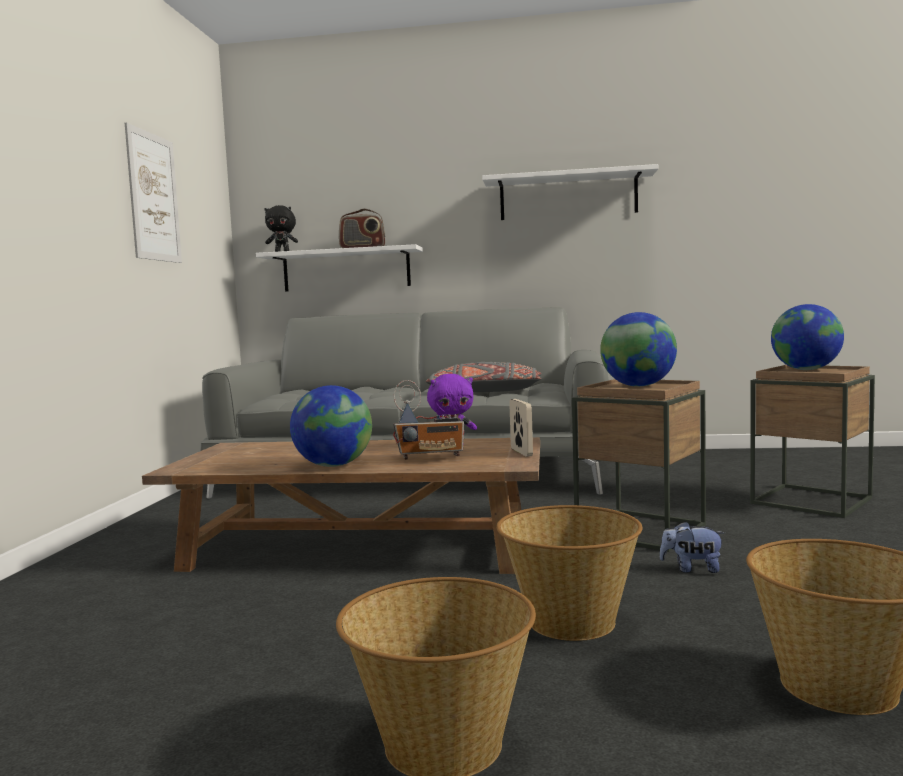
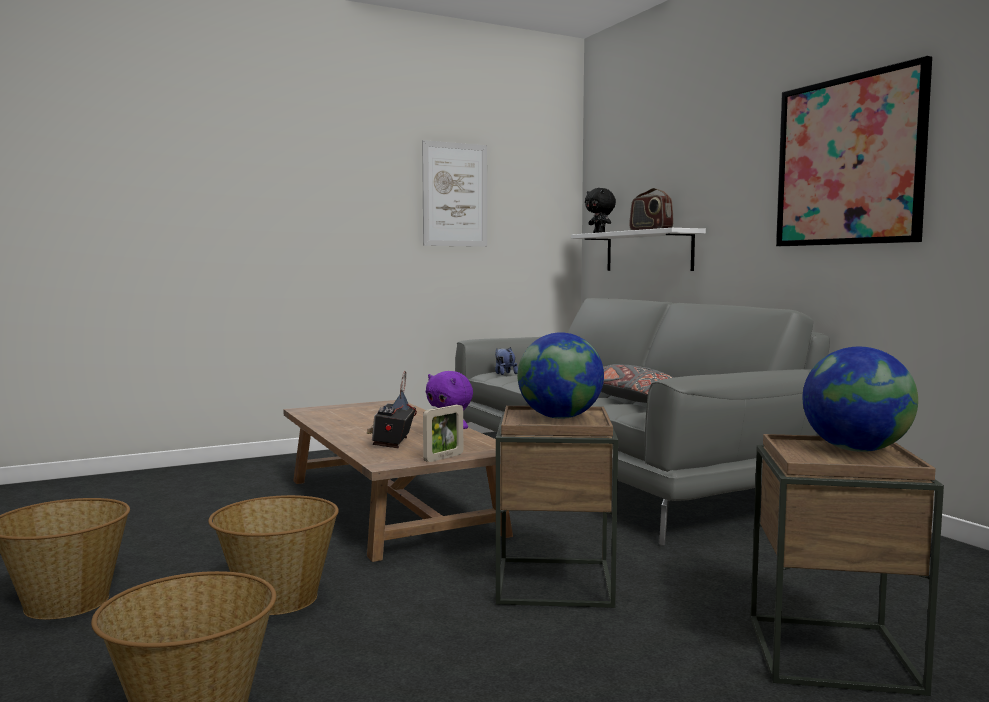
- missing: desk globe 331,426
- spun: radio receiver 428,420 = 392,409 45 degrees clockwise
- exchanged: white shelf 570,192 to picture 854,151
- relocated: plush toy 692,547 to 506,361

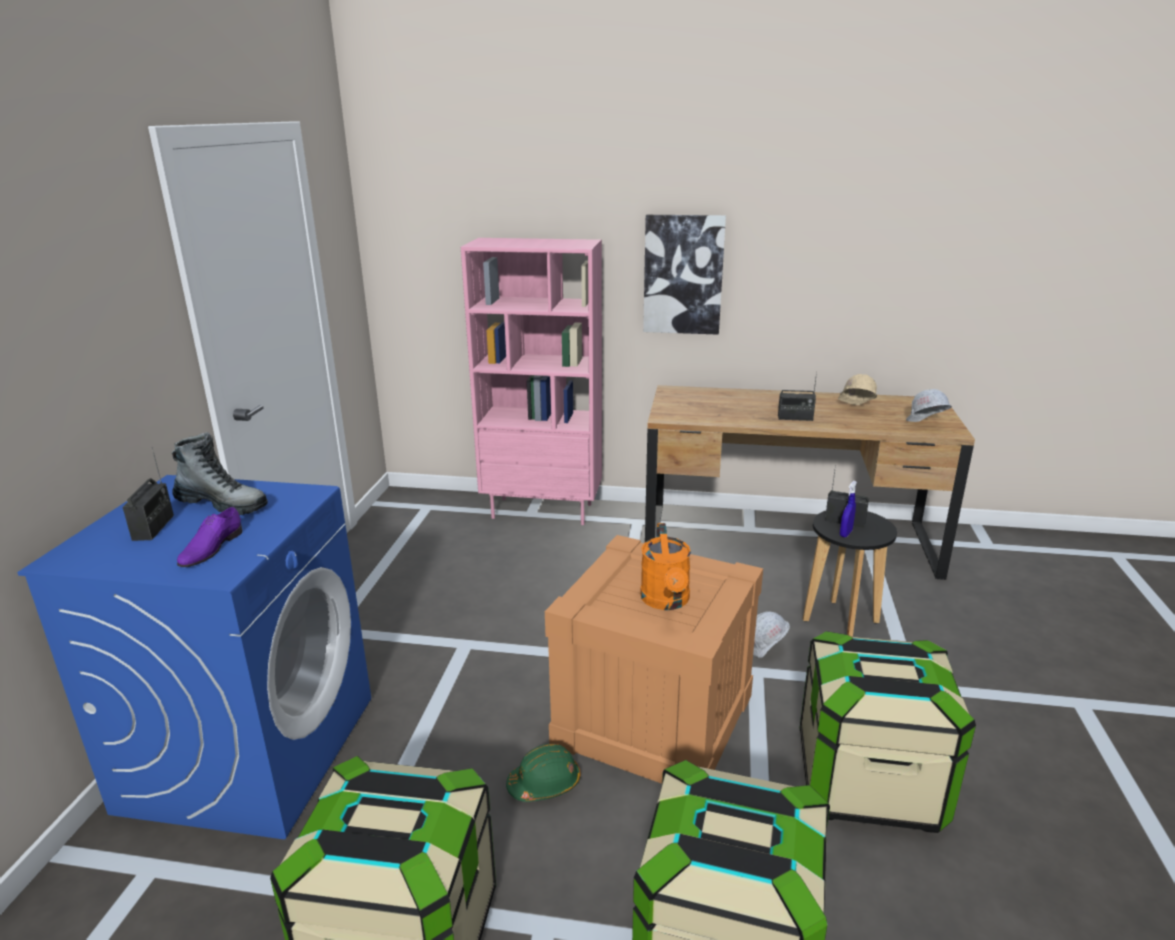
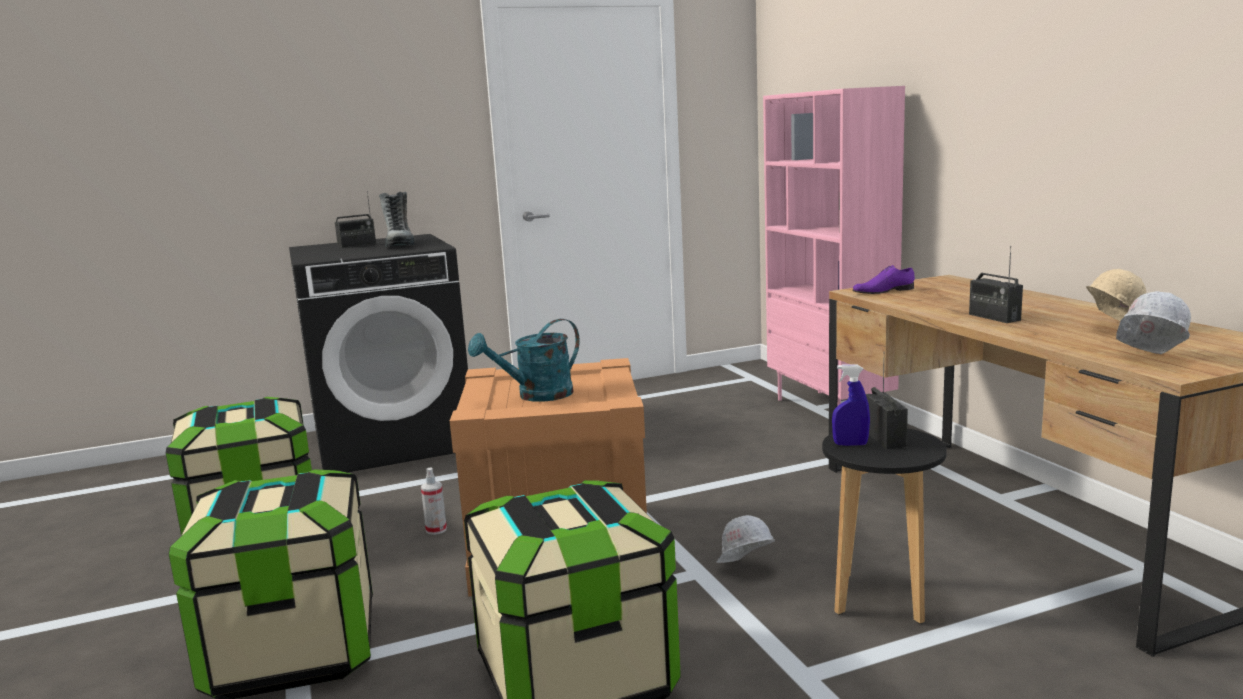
- colour: bluish laundry machine 194,657 to blackish laundry machine 378,353
- relocated: purple-coloured item of footwear 209,537 to 884,279
- exchanged: greenish hard hat 543,773 to spray bottle 434,501
- colour: orange-coloured watering pot 665,566 to turquoise watering pot 524,360
- missing: picture 684,275

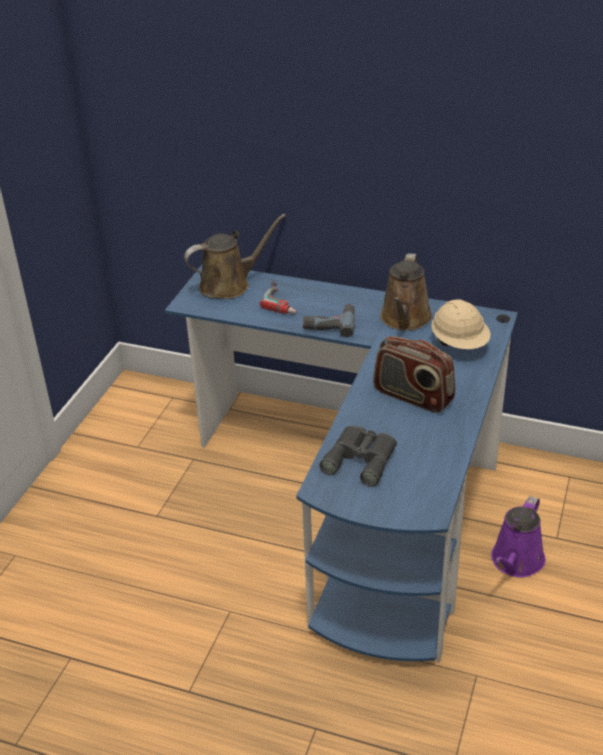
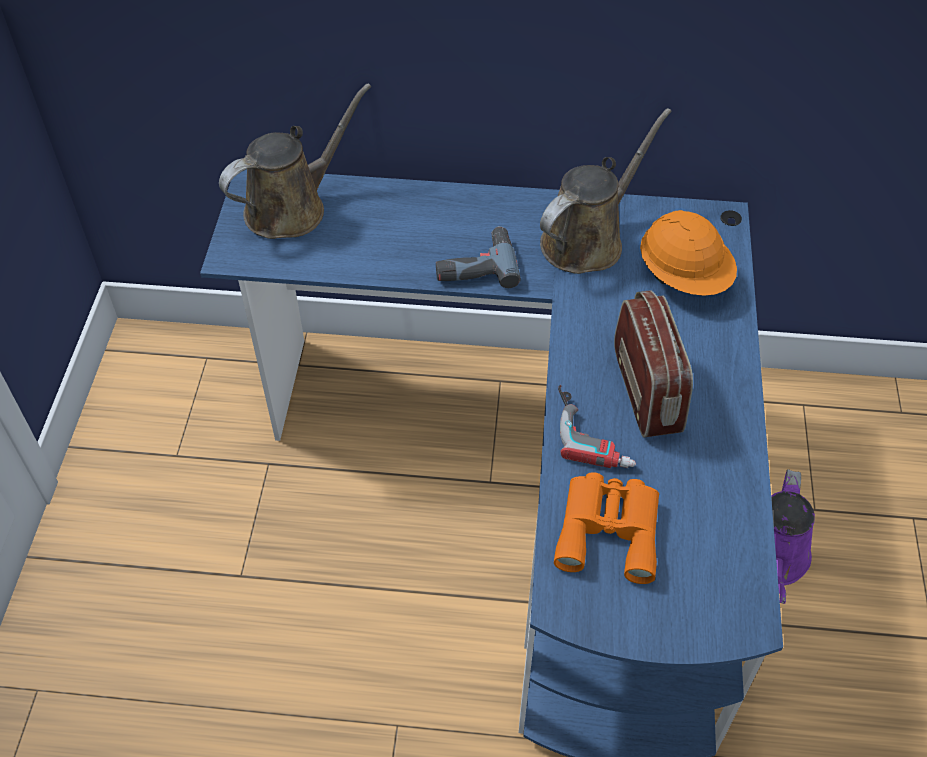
- relocated: drill 278,297 to 597,426
- colour: grey binoculars 358,456 to orange-coloured binoculars 606,528
- spun: radio receiver 414,374 = 653,364 120 degrees counterclockwise
- spun: brown watering pot 406,292 = 606,191 135 degrees counterclockwise
- colour: beige hard hat 461,324 to orange-coloured hard hat 688,253

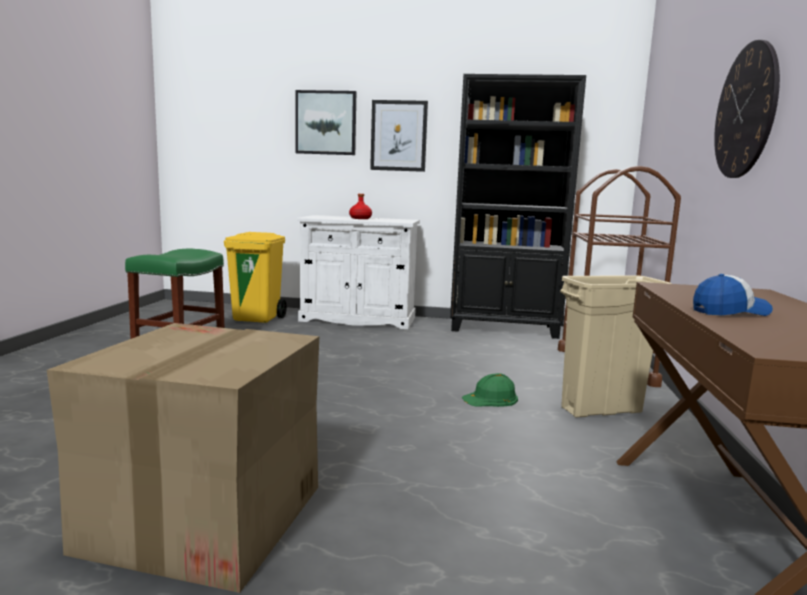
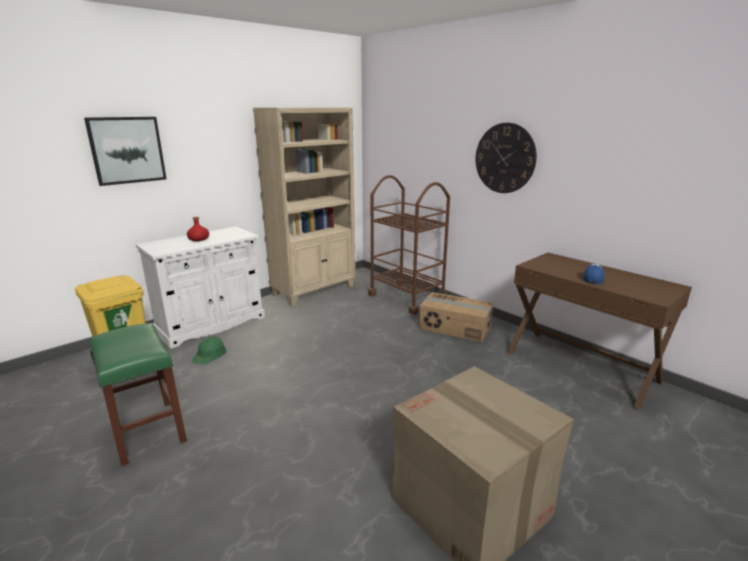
- missing: picture 399,136
- colour: blackish shelving unit 518,206 to beige shelving unit 304,207
- relocated: greenish hard hat 490,390 to 209,350
- exchanged: beige trash can 615,346 to packing box 456,317

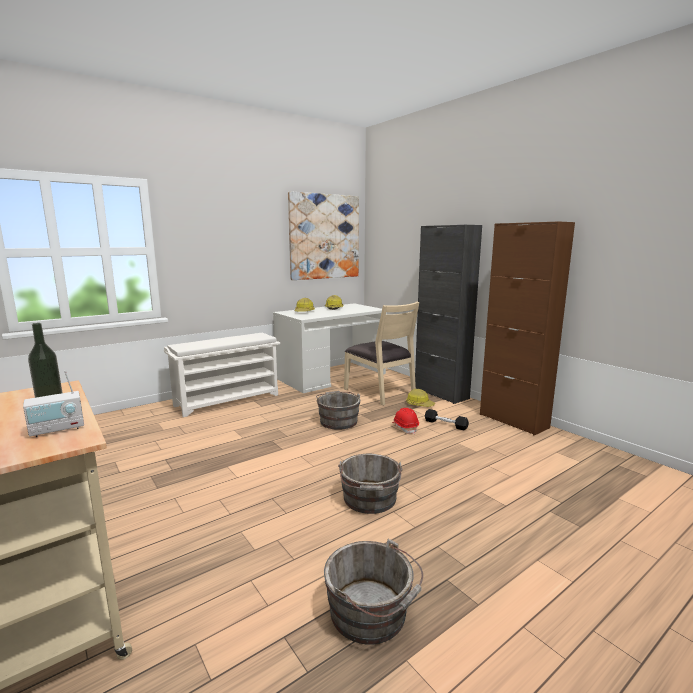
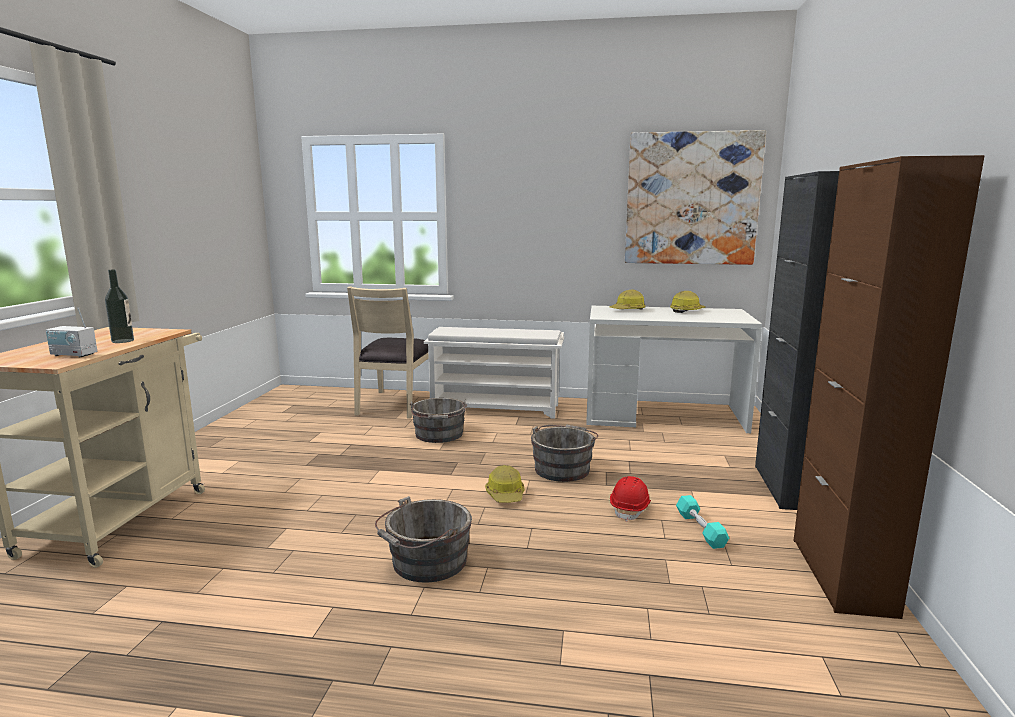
- relocated: grey bucket 373,592 to 438,420
- relocated: beige upright chair 381,354 to 388,352
- relocated: hard hat 420,398 to 504,484
- colour: blackish free weight 447,419 to turquoise free weight 702,522

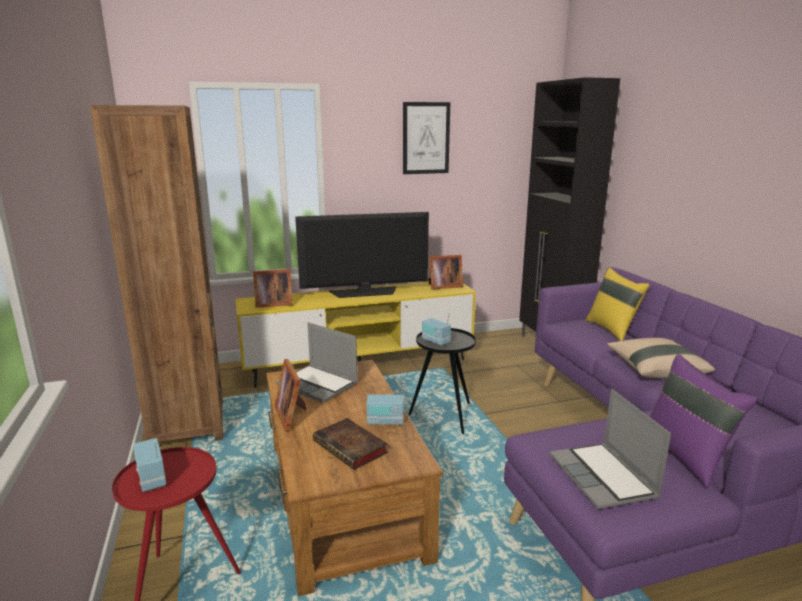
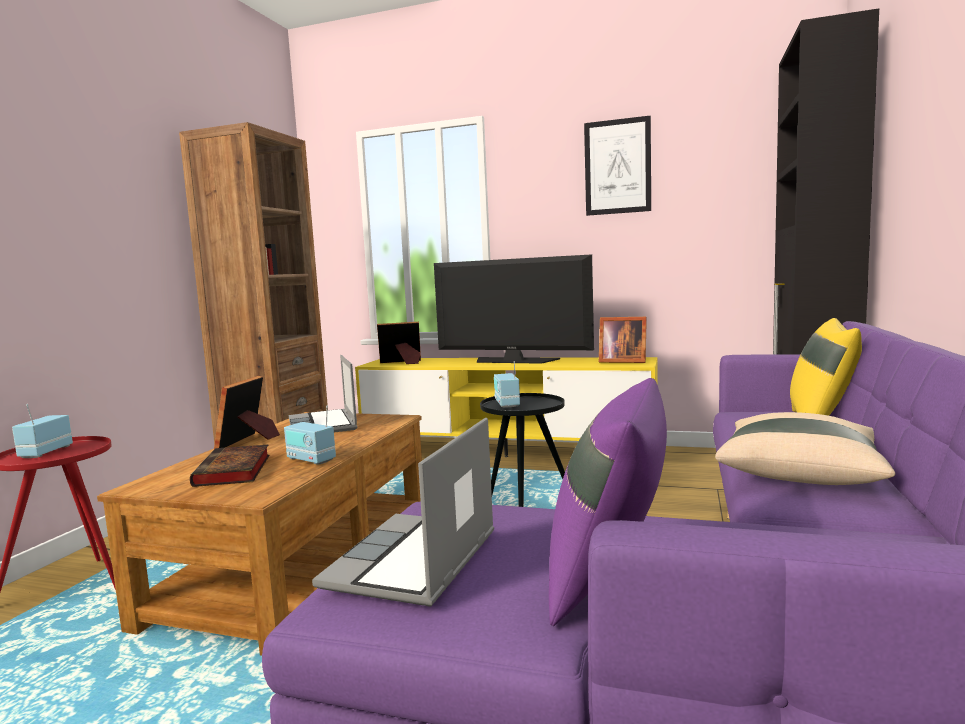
- spun: photo frame 272,288 = 399,343 150 degrees clockwise

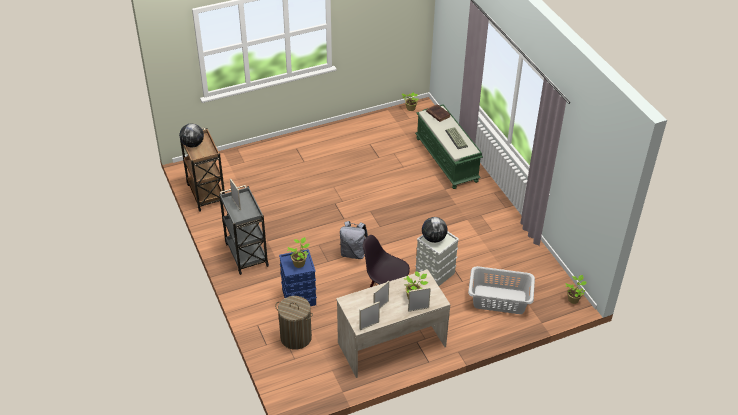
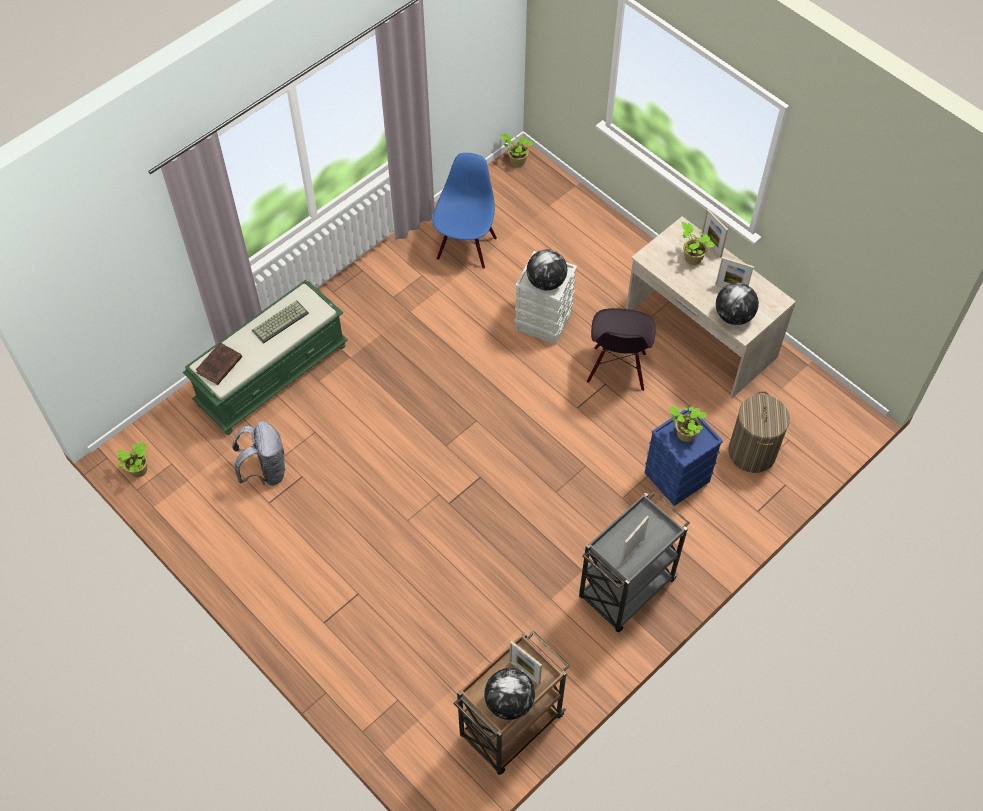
- relocated: grey rucksack 354,240 to 259,453
- relocated: photo frame 370,316 to 525,663
- missing: grey hamper 501,290
- appeared: bluish upright chair 464,211
- appeared: desk globe 737,304

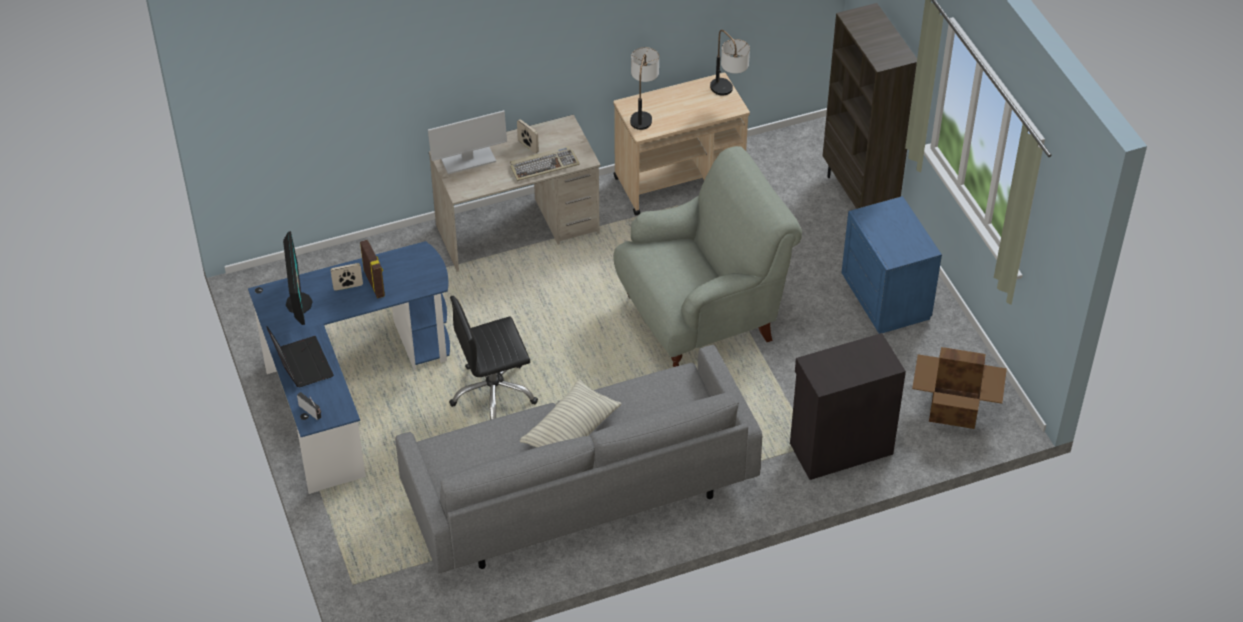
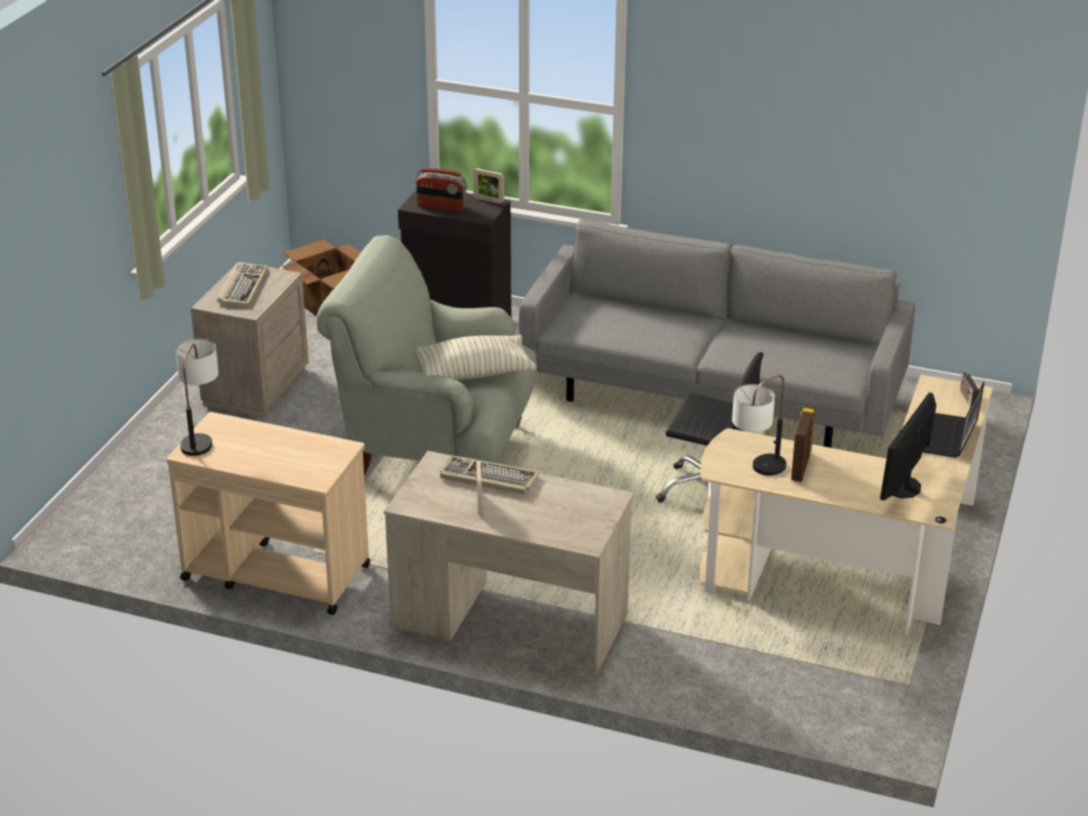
- colour: bluish desk table 349,367 to beige desk table 846,505
- relocated: photo frame 347,277 to 488,186
- missing: computer screen 467,142
- relocated: pillow 570,414 to 476,357
- relocated: tabletop lamp 644,88 to 759,425
- missing: brown shelving unit 870,106
- colour: bluish nightstand 891,265 to beige nightstand 250,339
- appeared: PC keyboard 242,284
- appeared: radio receiver 441,190

